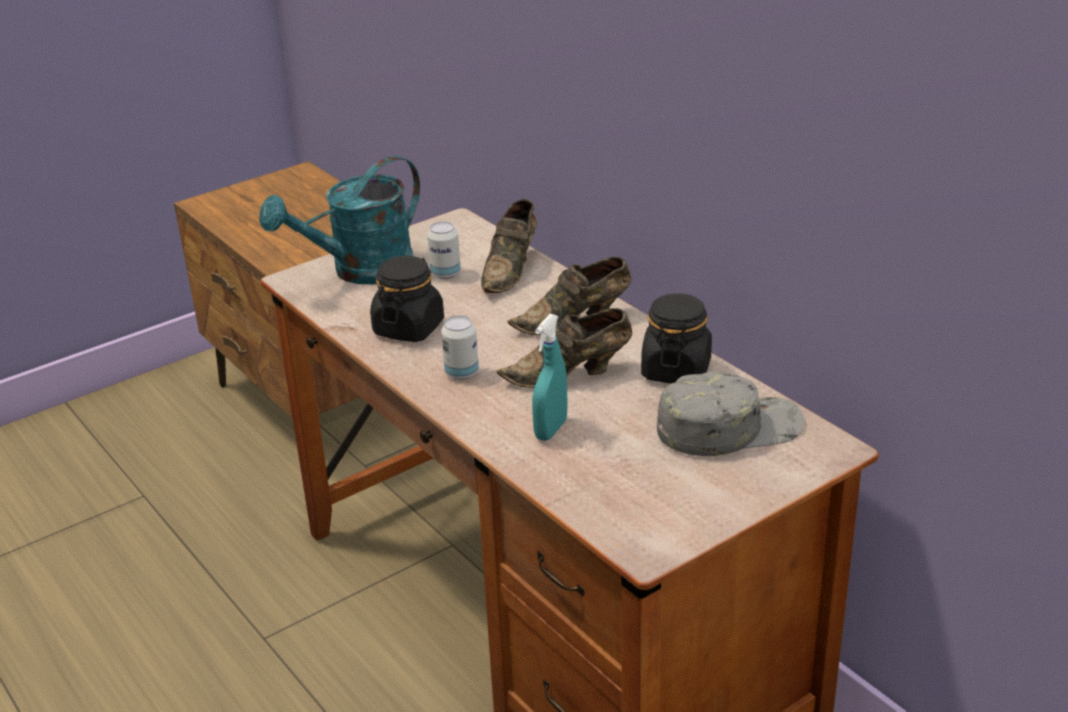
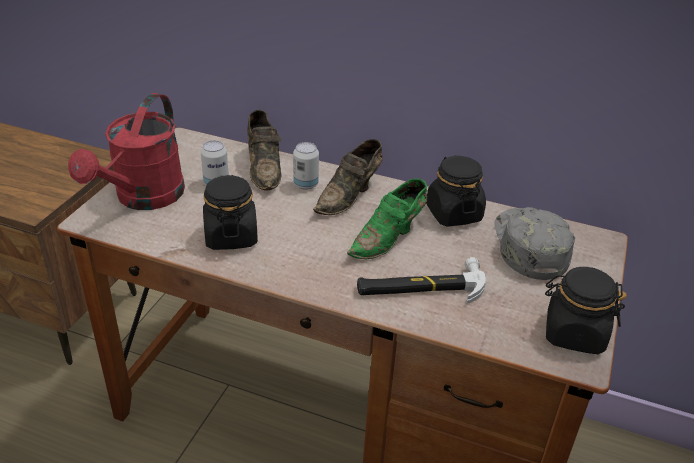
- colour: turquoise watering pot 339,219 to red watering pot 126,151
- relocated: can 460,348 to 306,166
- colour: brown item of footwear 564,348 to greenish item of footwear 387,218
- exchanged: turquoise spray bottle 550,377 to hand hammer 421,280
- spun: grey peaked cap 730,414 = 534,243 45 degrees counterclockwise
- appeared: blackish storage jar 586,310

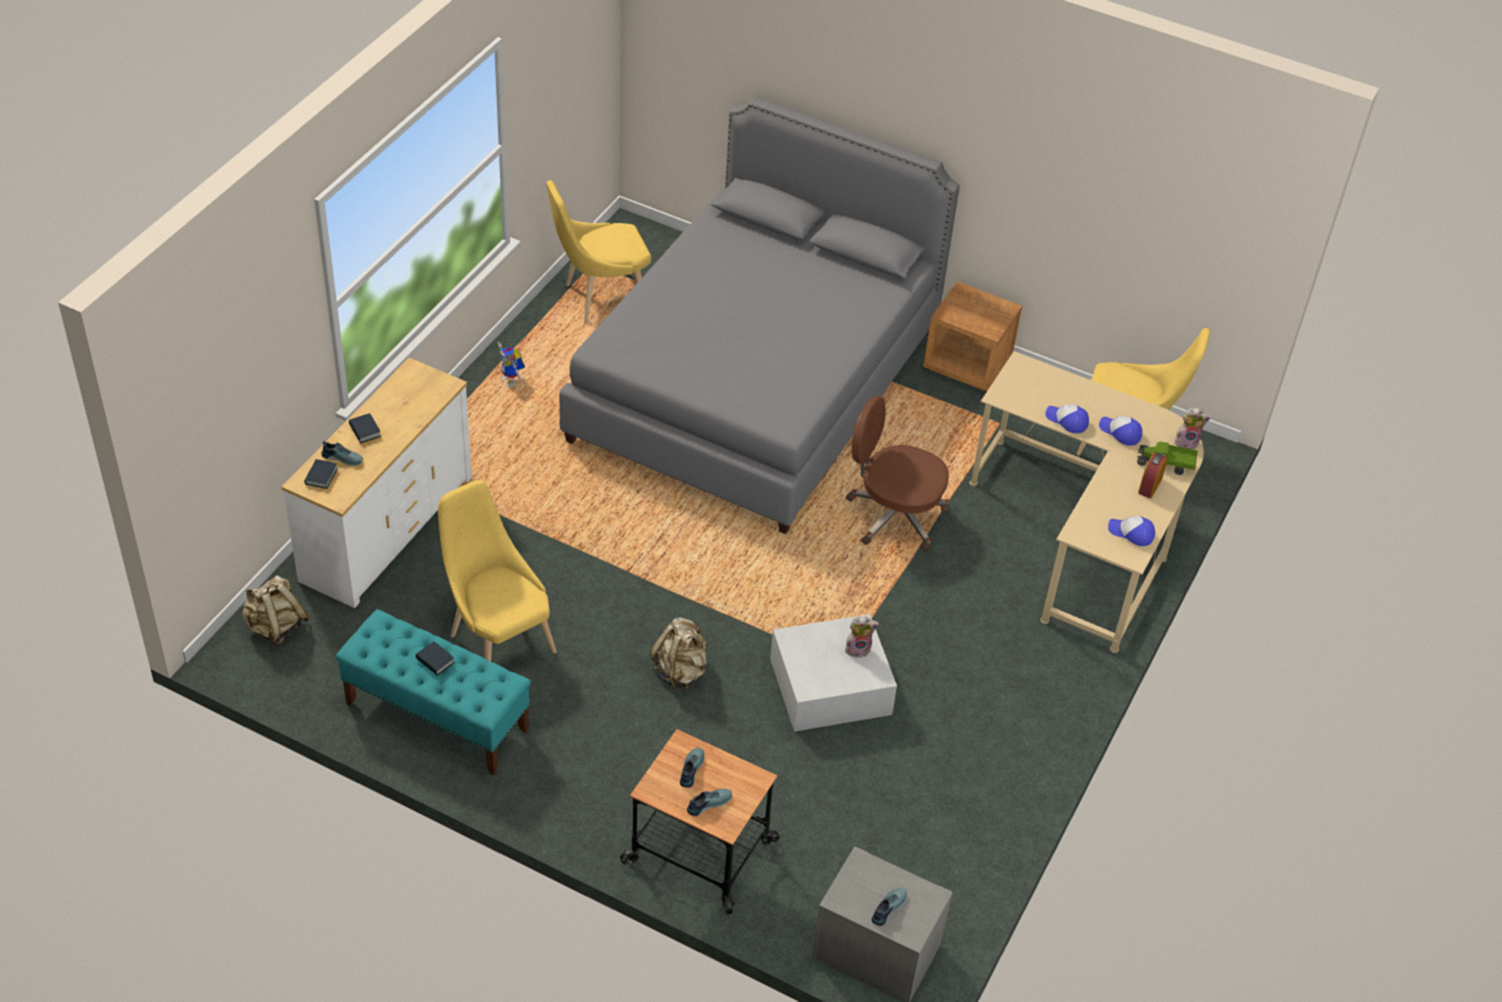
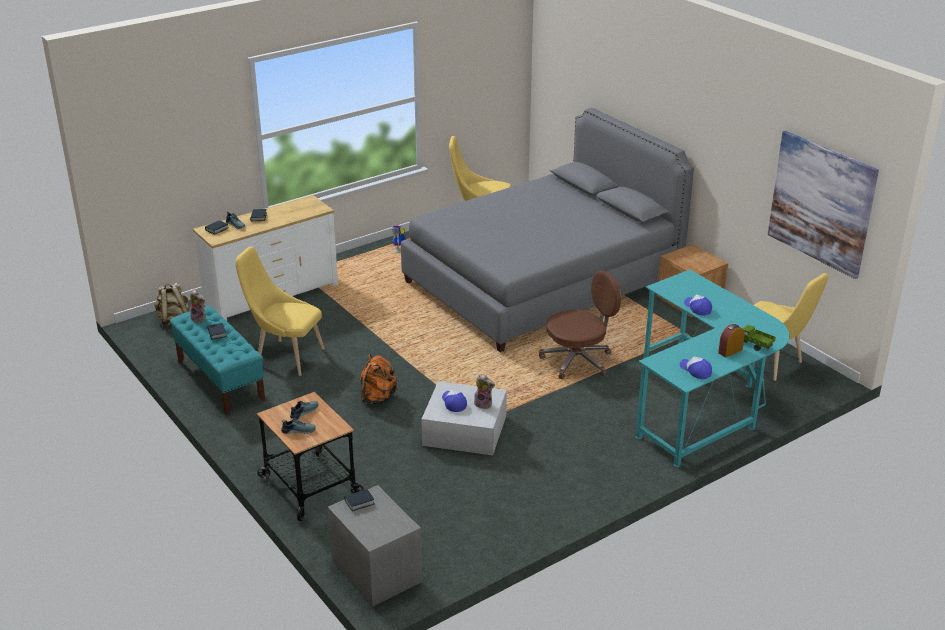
- spun: yellow-coloured upright chair 497,571 = 280,311 60 degrees counterclockwise
- colour: beige rucksack 678,654 to orange-coloured rucksack 379,379
- spun: brown office chair 898,473 = 580,325 105 degrees clockwise
- missing: item of footwear 889,907
- colour: beige desk table 1086,502 to turquoise desk table 712,368
- relocated: peaked cap 1120,430 to 454,400
- relocated: plush toy 1192,428 to 198,306
- appeared: volume 359,500
- appeared: picture 823,205

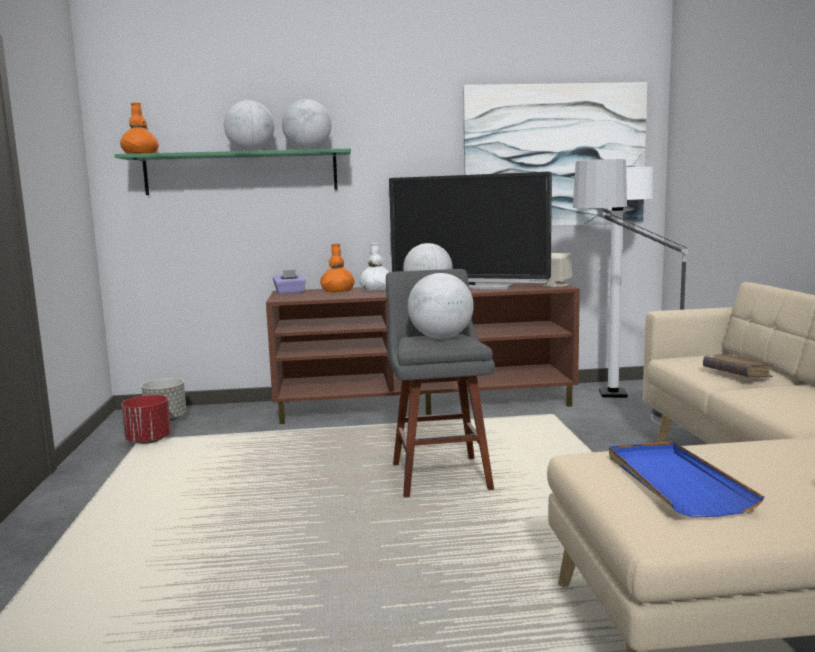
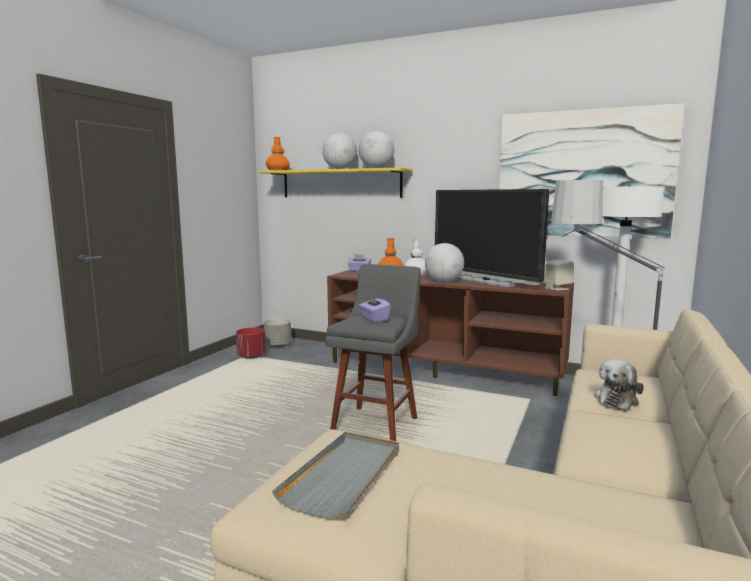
- colour: greenish shelf 232,171 to yellow-coloured shelf 335,183
- exchanged: desk globe 441,306 to purple-coloured box of tissues 375,308
- colour: bluish tray 686,480 to grey tray 335,476
- exchanged: brown volume 738,366 to plush toy 619,384

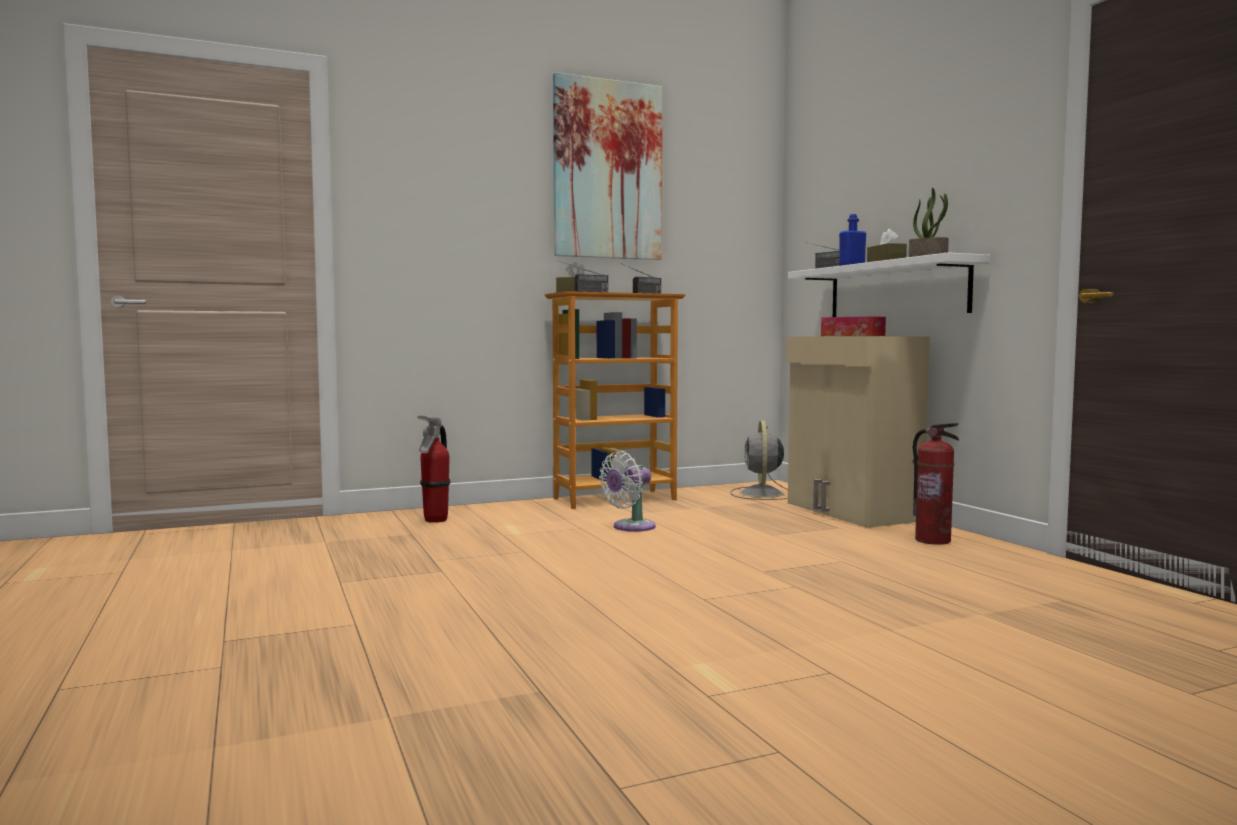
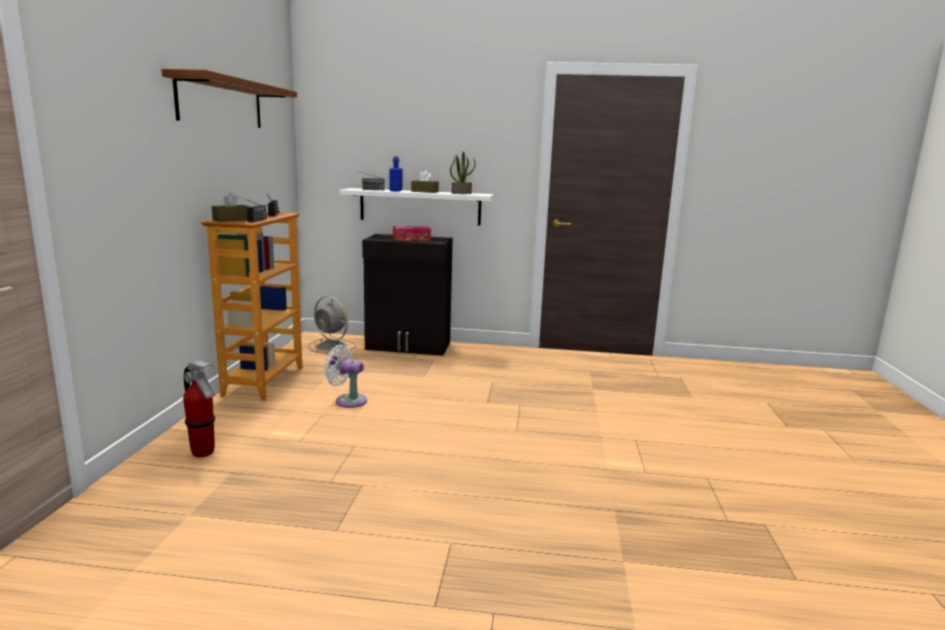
- exchanged: picture 607,166 to brown shelf 229,98
- spun: white fan 627,491 = 345,376 120 degrees clockwise
- colour: beige cabinet 858,432 to blackish cabinet 407,295
- missing: fire extinguisher 936,484

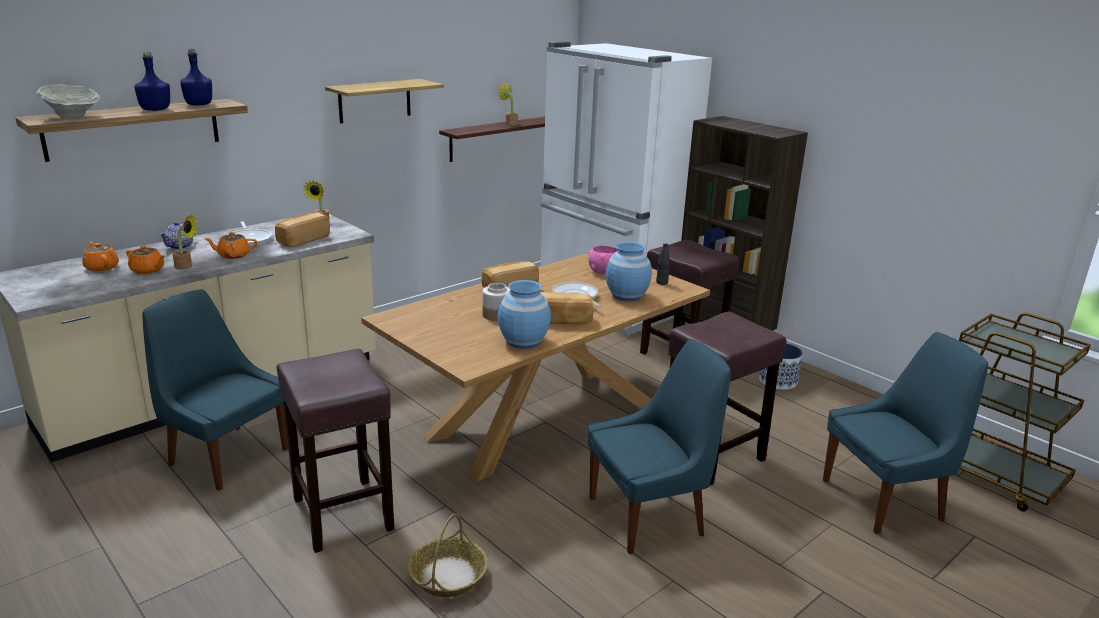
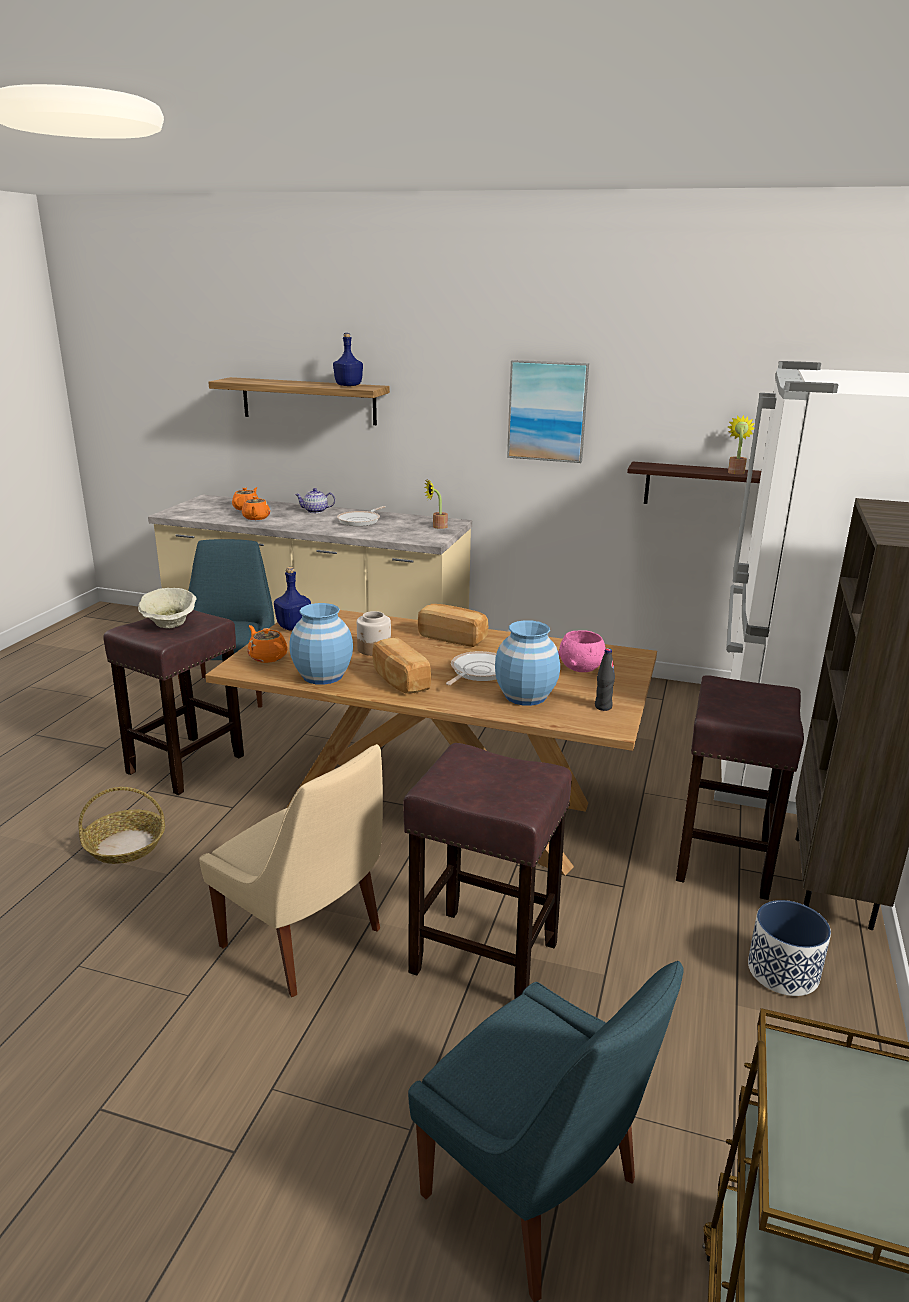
- relocated: beige bowl 68,101 to 167,608
- relocated: bluish beverage bottle 152,81 to 292,599
- missing: plant in a pot 185,242
- relocated: orange-coloured tea pot 230,245 to 267,644
- missing: baked bread 302,230
- exchanged: shelf 384,101 to picture 548,411
- colour: bluish upright chair 659,446 to beige upright chair 291,870

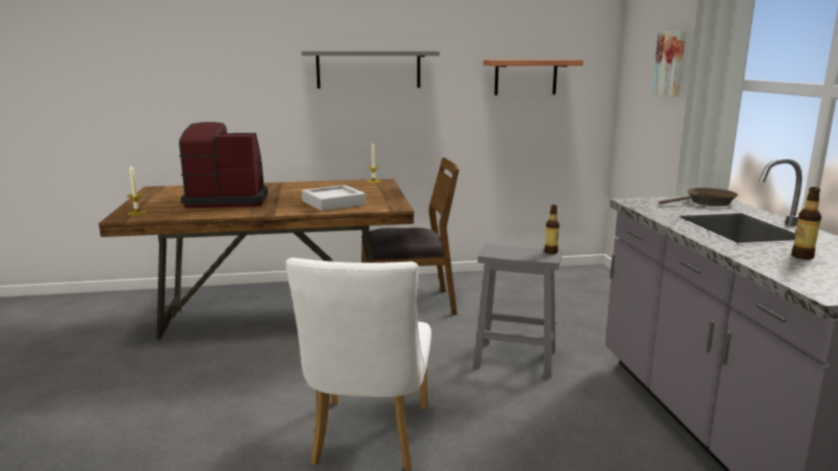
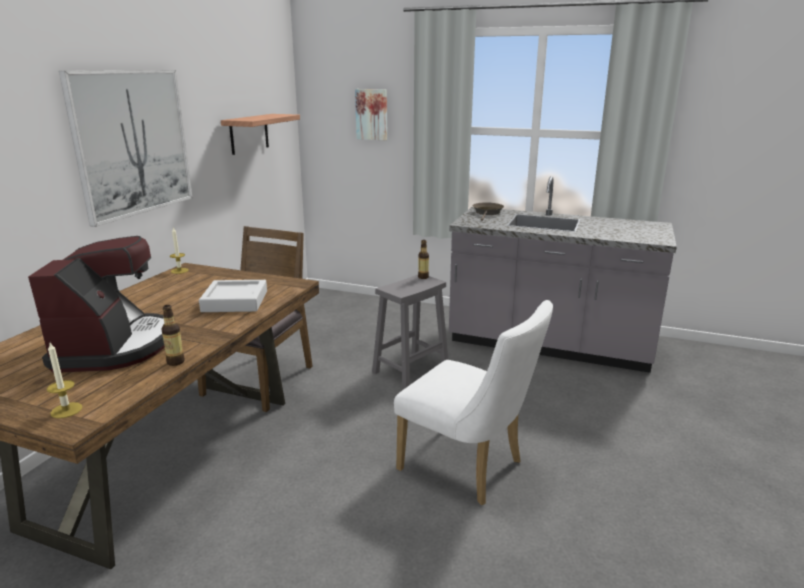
- spun: coffee machine 223,165 = 96,304 150 degrees clockwise
- exchanged: grey shelf 370,70 to picture 126,148
- relocated: beverage bottle 807,223 to 173,335

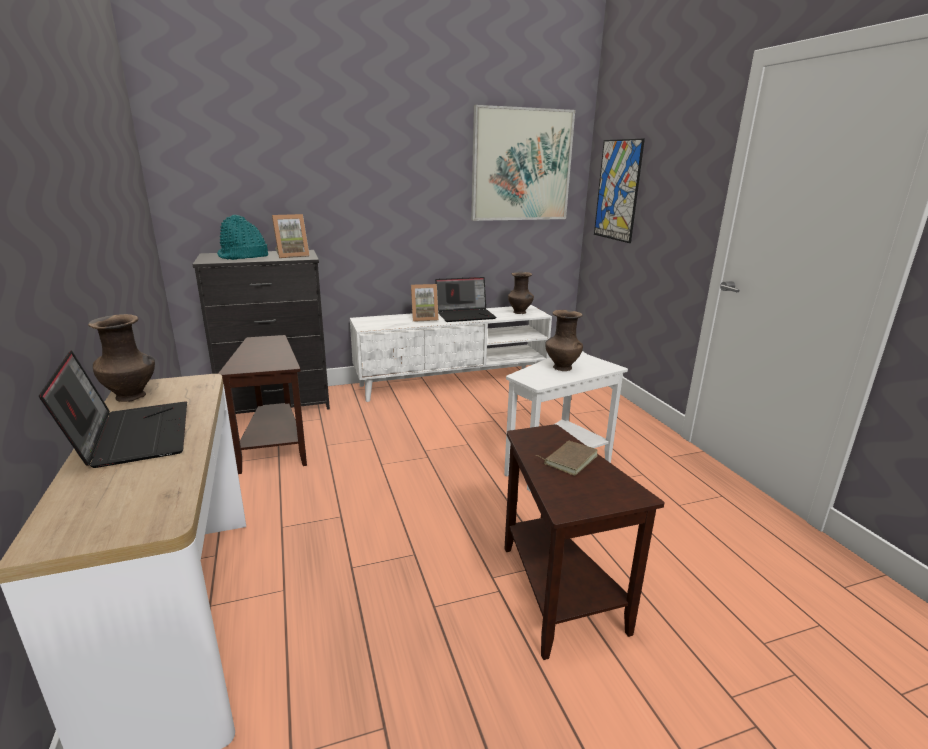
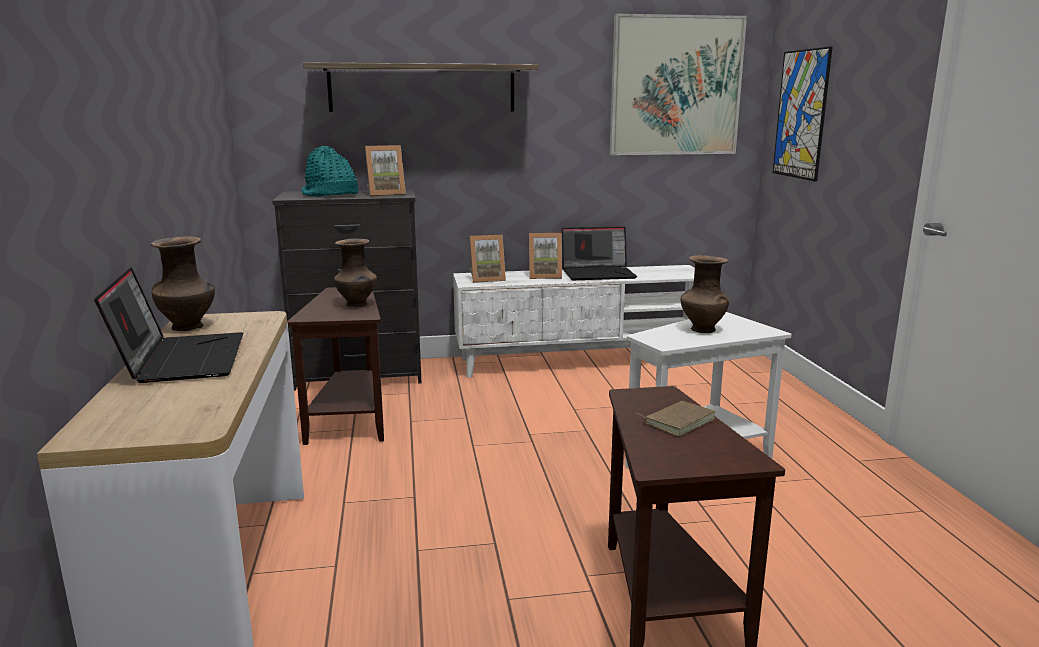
- relocated: brown decorative vase 521,293 to 355,272
- appeared: shelf 421,87
- appeared: photo frame 487,259

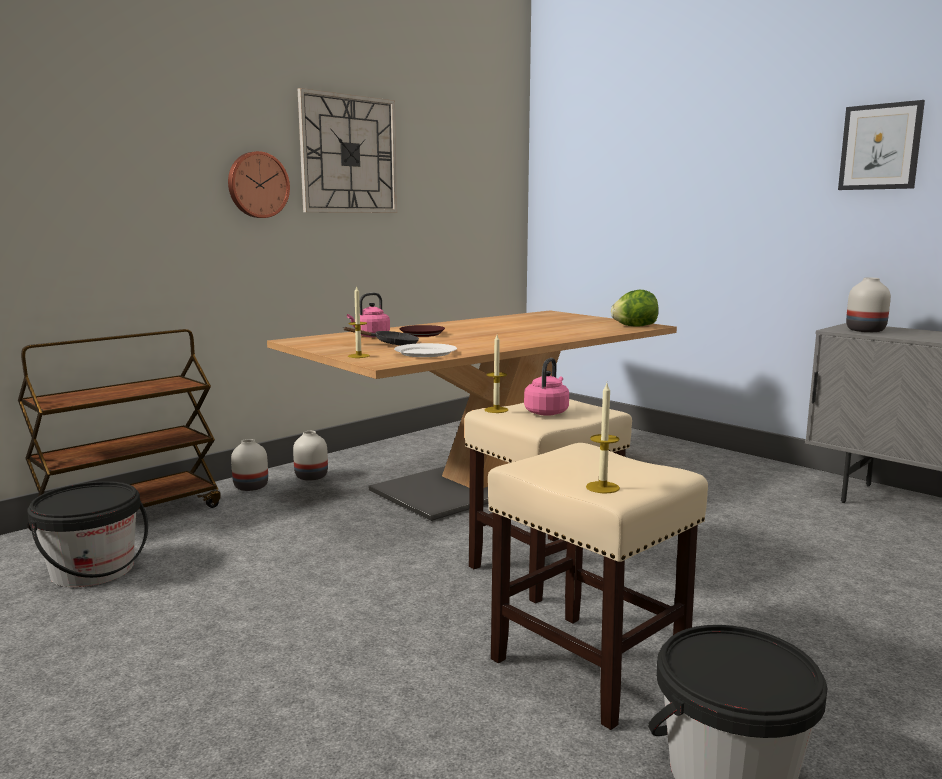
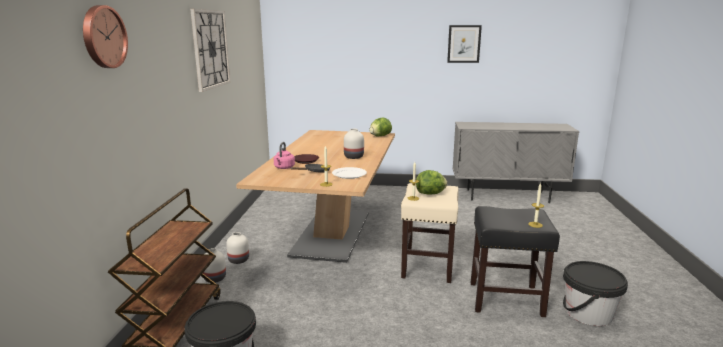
- relocated: clock on the wall 259,184 to 105,36
- colour: beige sitting stool 598,586 to blackish sitting stool 515,261
- exchanged: pink-coloured water kettle 546,387 to lettuce head 431,182
- relocated: white decorative vase 868,305 to 354,144

